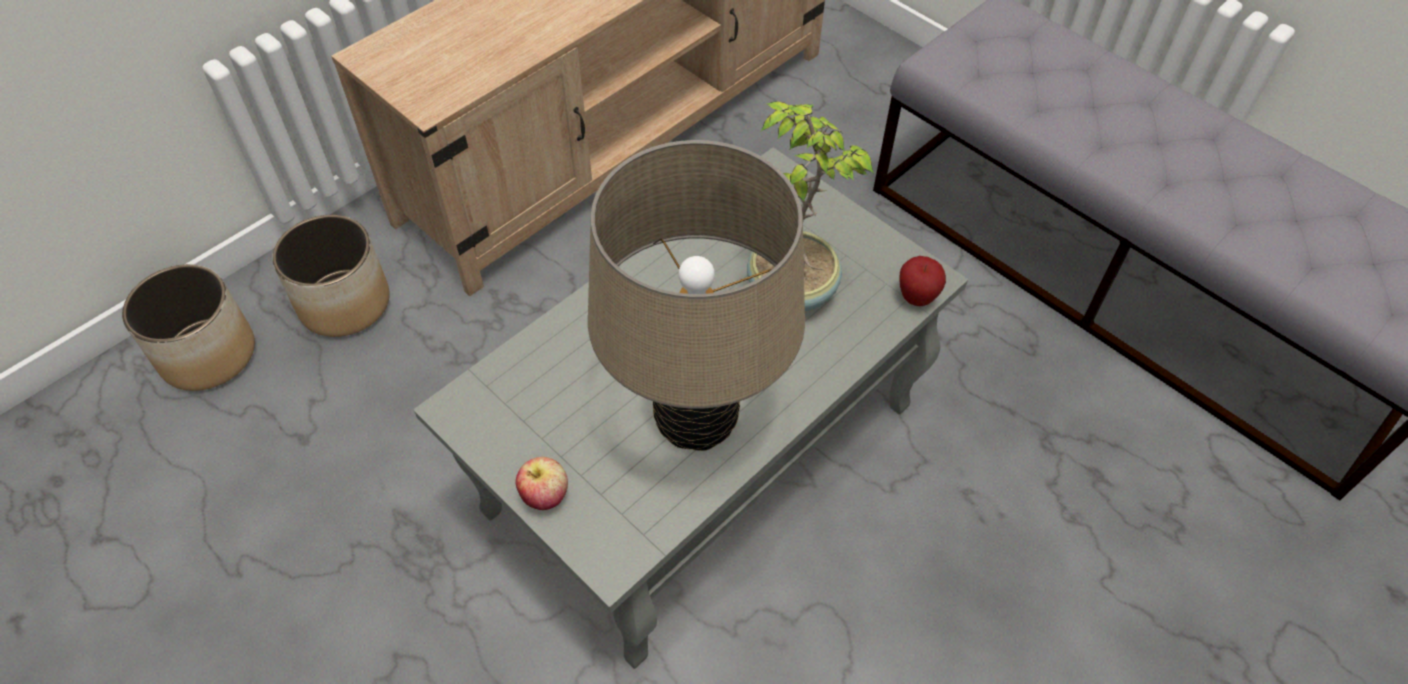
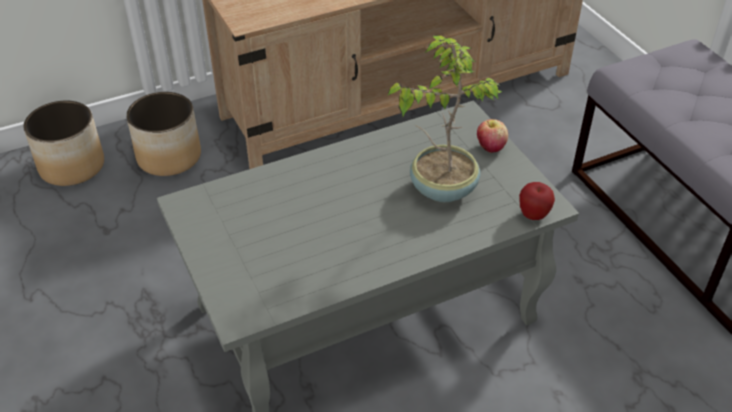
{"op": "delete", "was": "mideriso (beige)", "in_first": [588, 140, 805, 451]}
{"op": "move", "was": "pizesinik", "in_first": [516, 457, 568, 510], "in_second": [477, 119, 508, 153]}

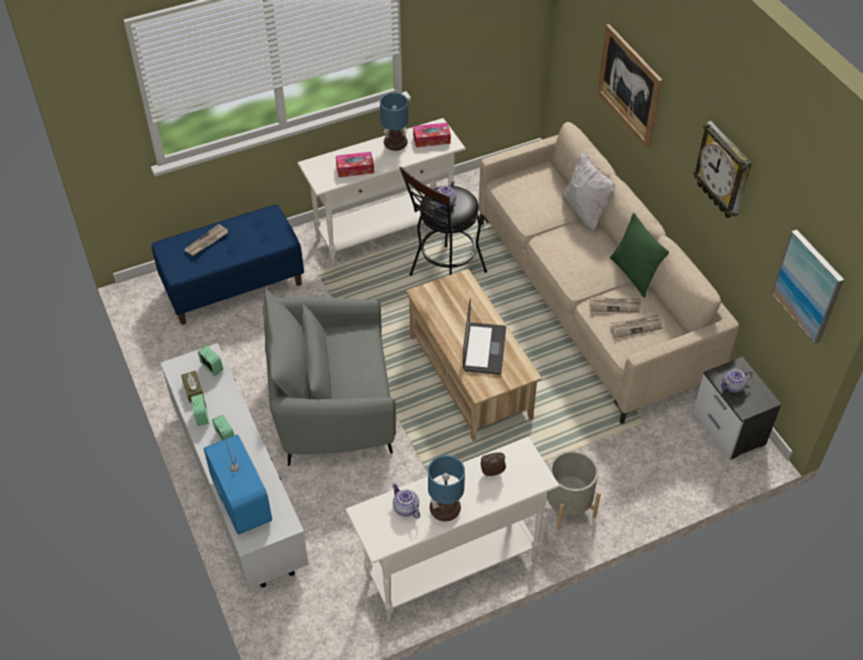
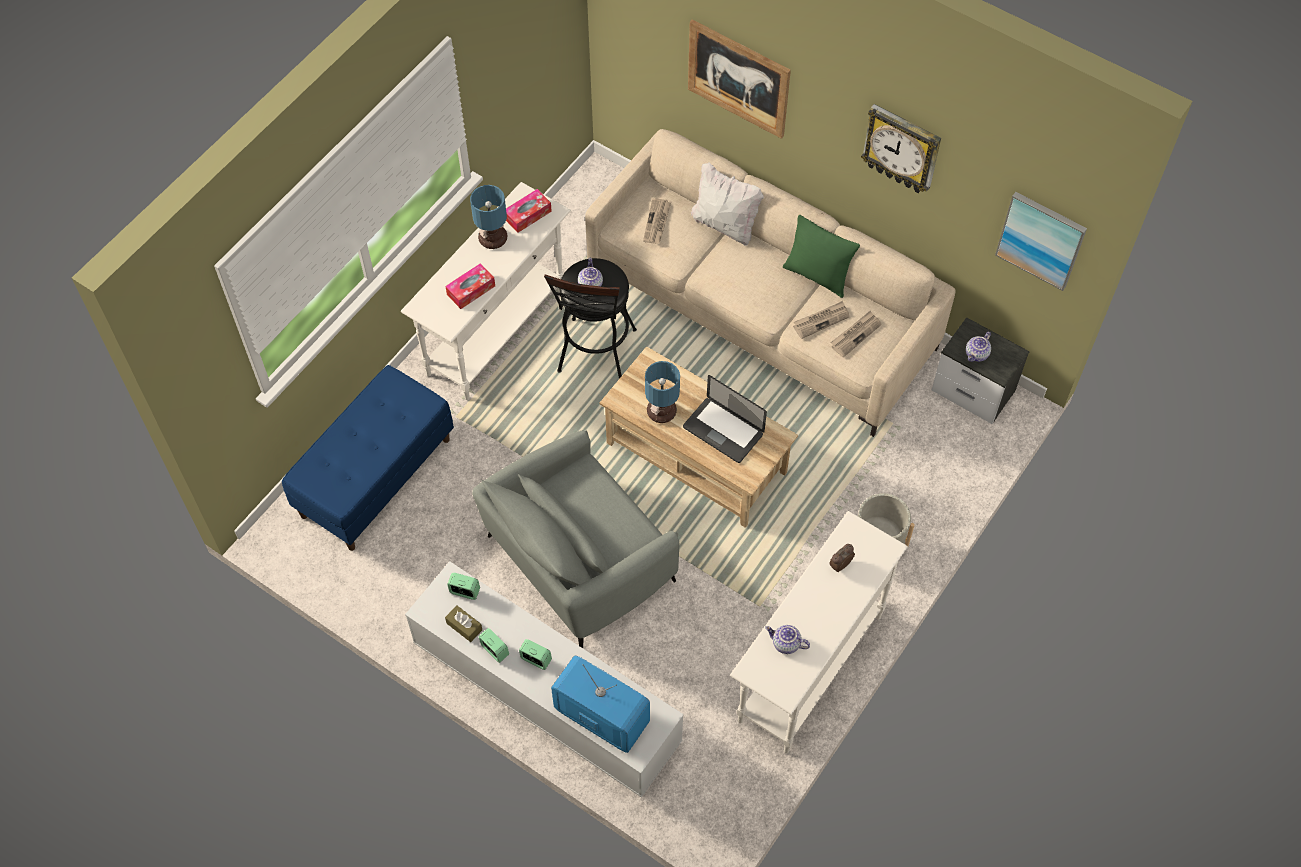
{"op": "move", "was": "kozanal", "in_first": [184, 224, 228, 256], "in_second": [643, 198, 671, 244]}
{"op": "rotate", "was": "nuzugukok", "in_first": [463, 298, 506, 375], "in_second": [683, 375, 767, 463], "clockwise": 150}
{"op": "move", "was": "mideriso", "in_first": [428, 455, 465, 522], "in_second": [645, 361, 680, 423]}

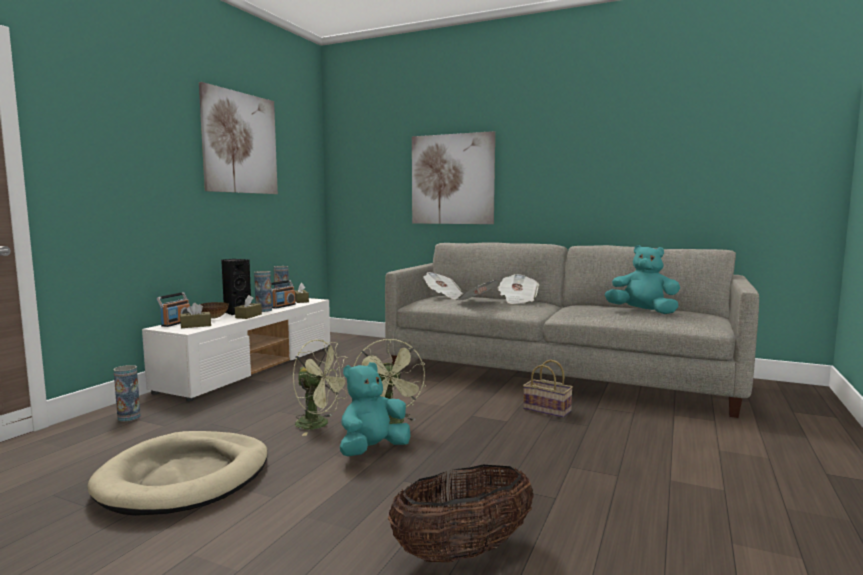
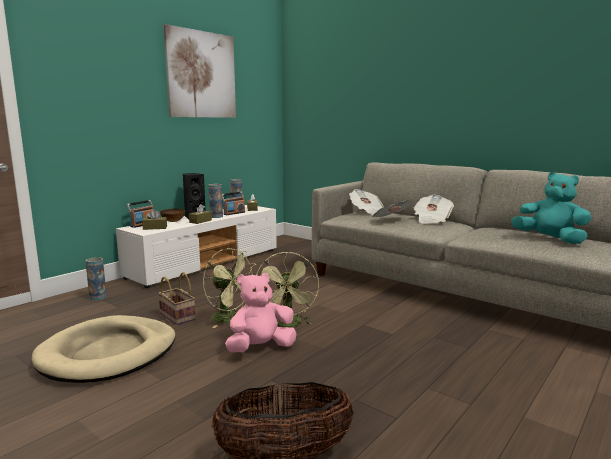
{"op": "delete", "was": "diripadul", "in_first": [412, 131, 495, 224]}
{"op": "move", "was": "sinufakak", "in_first": [523, 360, 573, 418], "in_second": [158, 272, 195, 325]}
{"op": "recolor", "was": "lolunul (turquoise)", "now": "lolunul (pink)", "in_first": [340, 362, 411, 456], "in_second": [225, 273, 296, 352]}

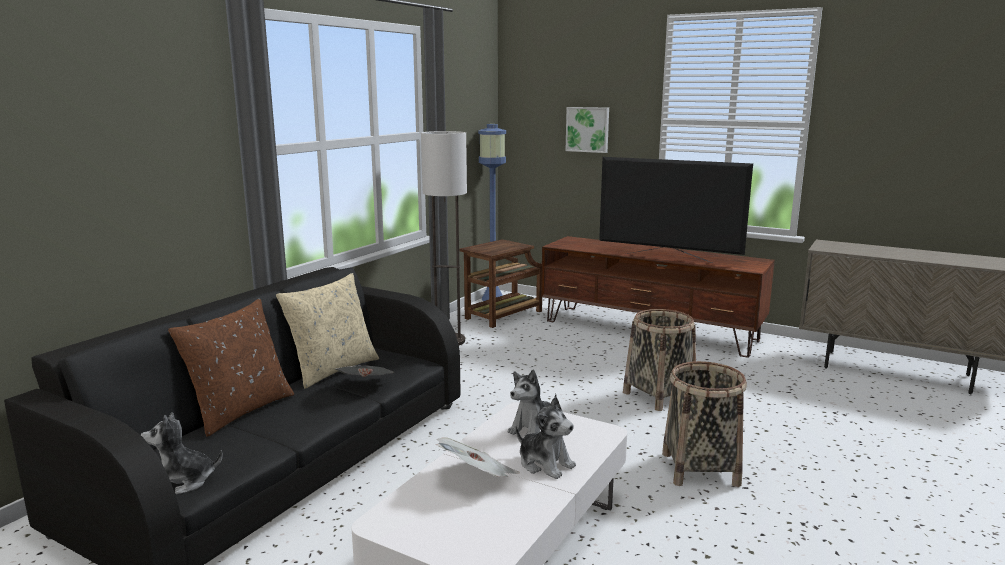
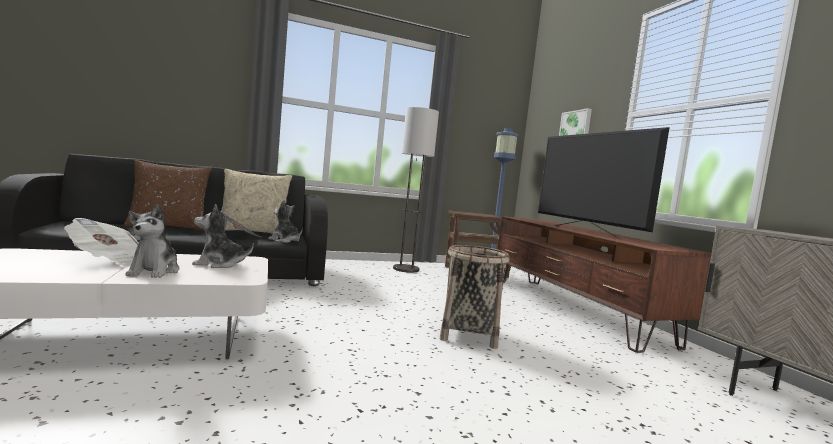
{"op": "delete", "was": "sinufakak", "in_first": [662, 361, 747, 487]}
{"op": "move", "was": "lolunul", "in_first": [141, 412, 223, 494], "in_second": [269, 200, 303, 243]}

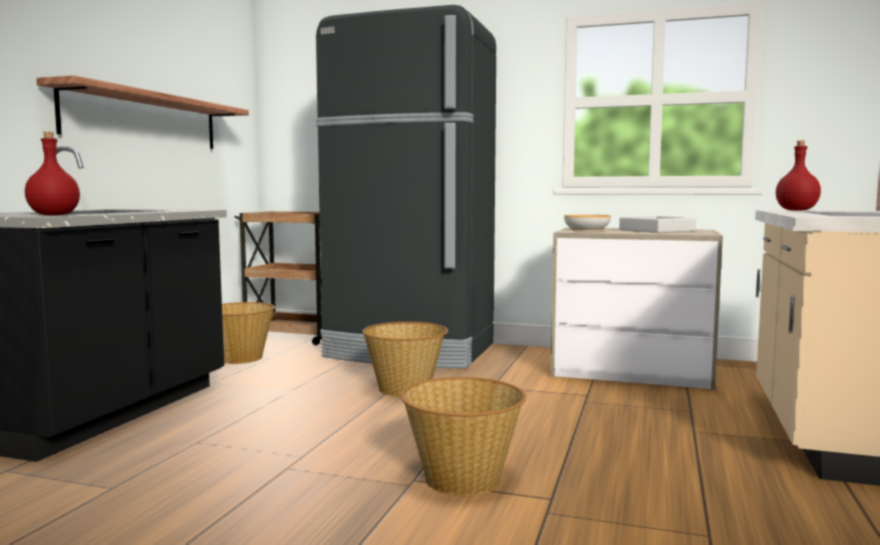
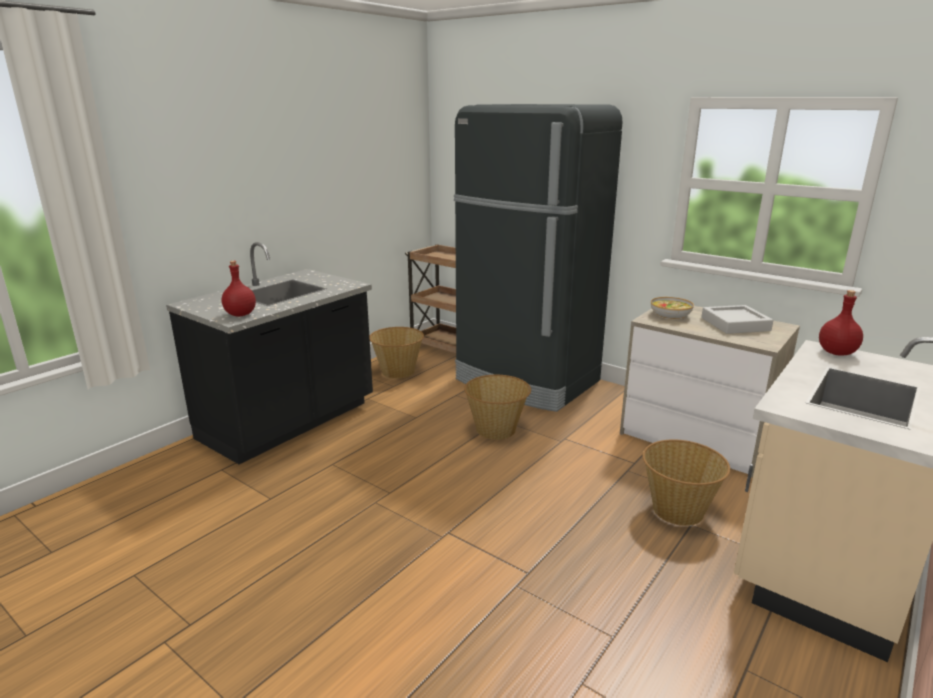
{"op": "delete", "was": "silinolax", "in_first": [36, 75, 249, 149]}
{"op": "move", "was": "sinufakak", "in_first": [401, 377, 526, 496], "in_second": [642, 440, 730, 526]}

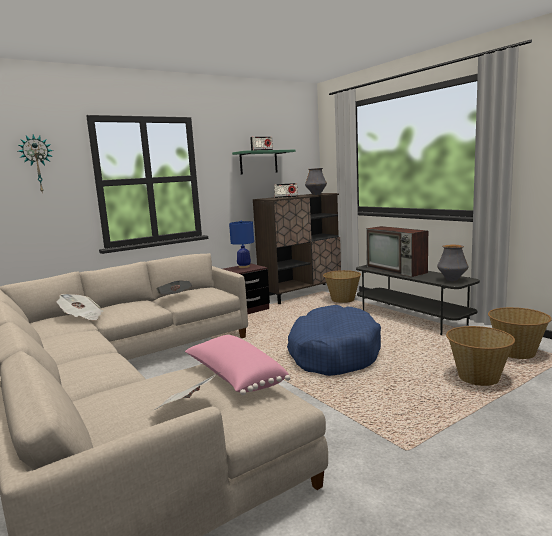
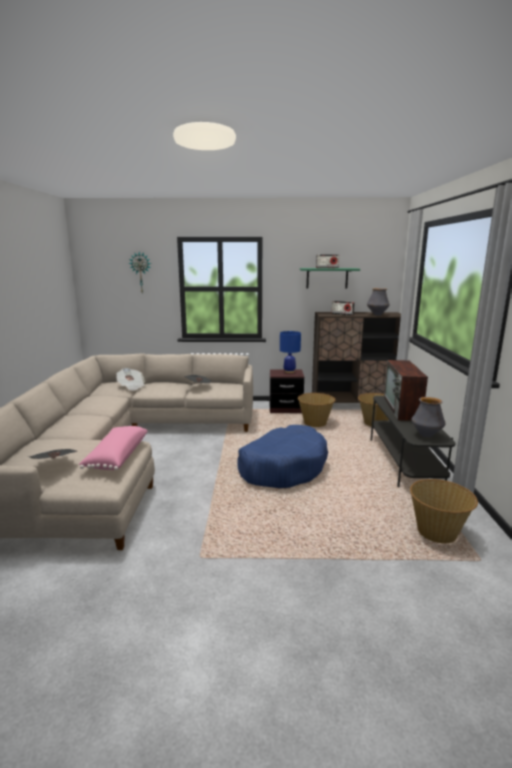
{"op": "move", "was": "sinufakak", "in_first": [446, 326, 515, 386], "in_second": [298, 393, 335, 427]}

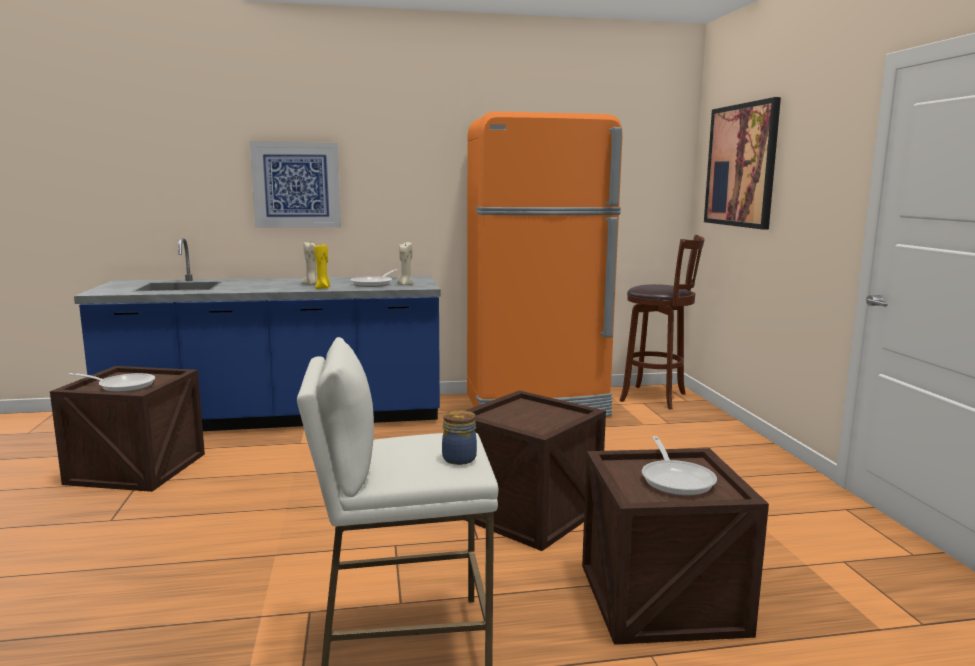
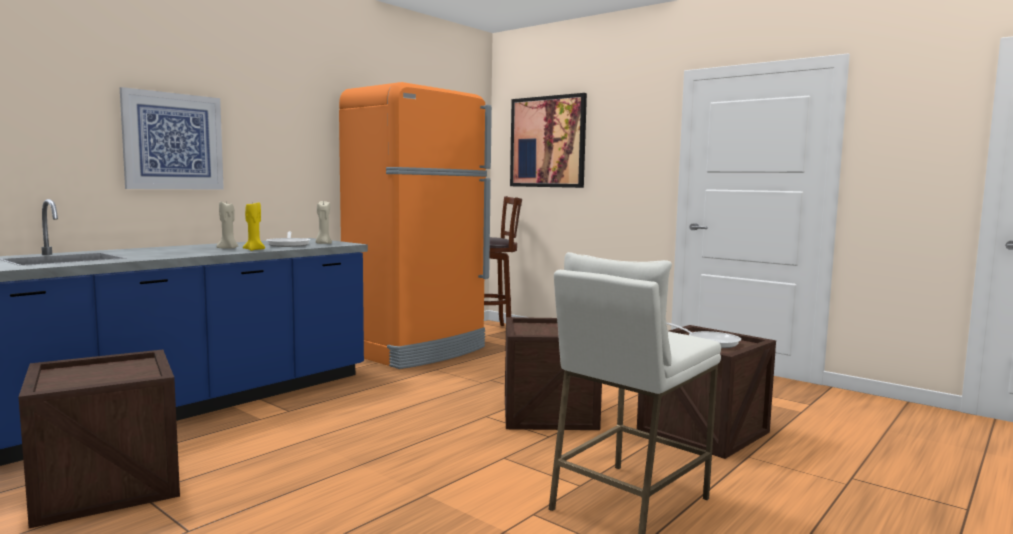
{"op": "delete", "was": "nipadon", "in_first": [69, 373, 155, 392]}
{"op": "delete", "was": "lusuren", "in_first": [442, 410, 477, 465]}

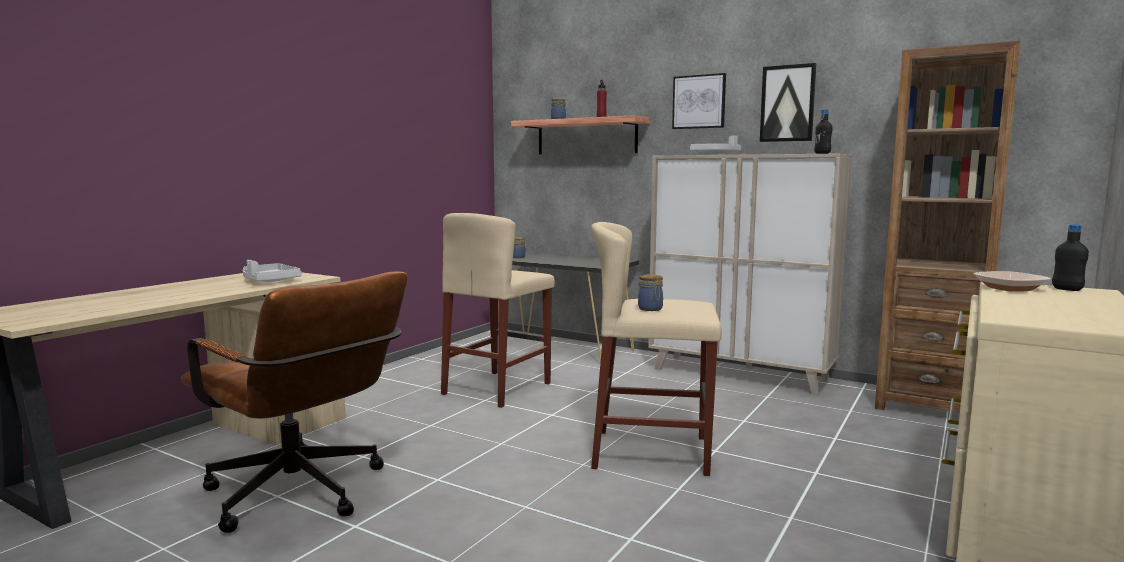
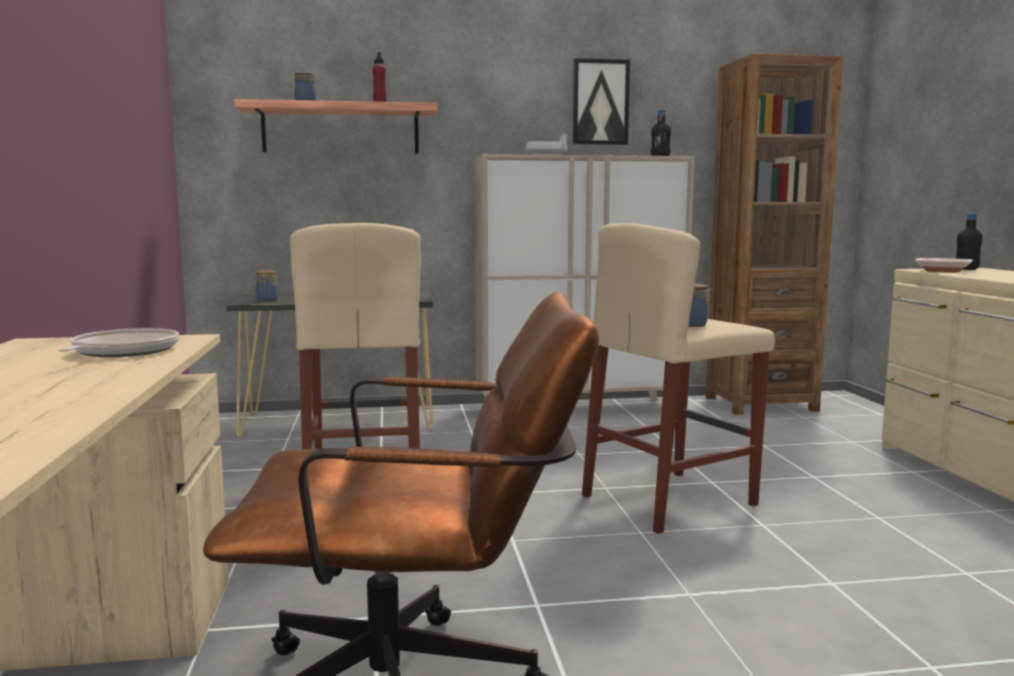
{"op": "delete", "was": "diripadul", "in_first": [672, 73, 726, 129]}
{"op": "replace", "was": "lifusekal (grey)", "now": "nipadon", "in_first": [243, 260, 302, 282], "in_second": [59, 328, 179, 357]}

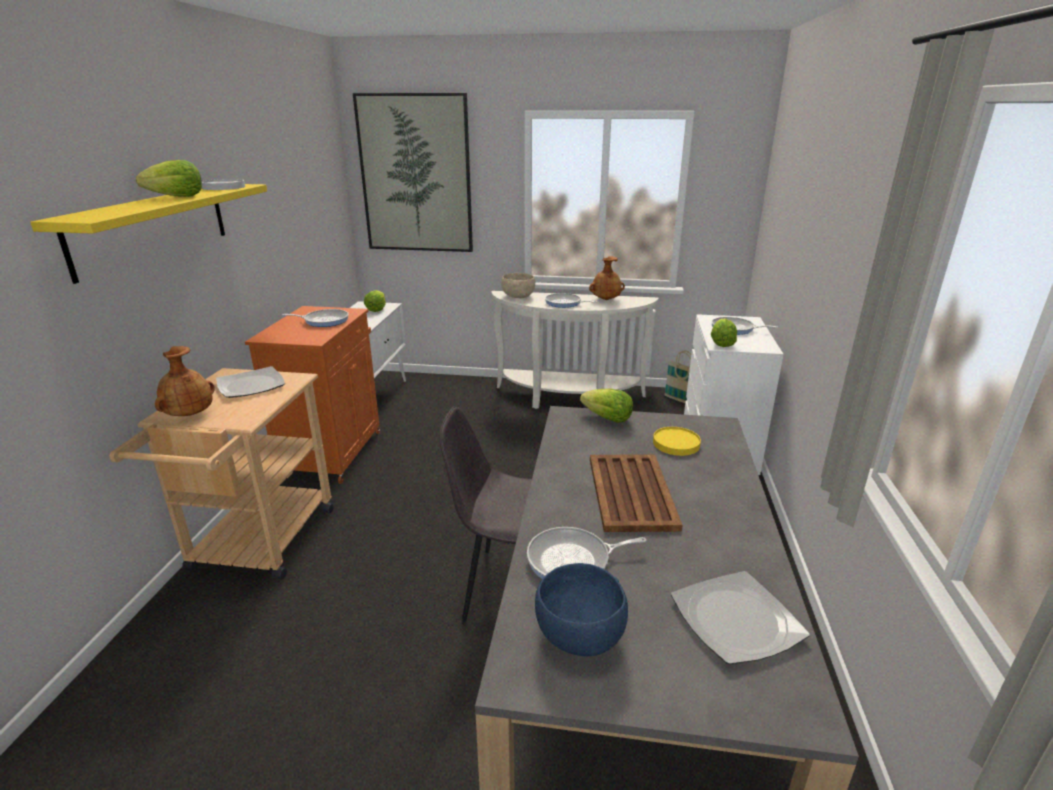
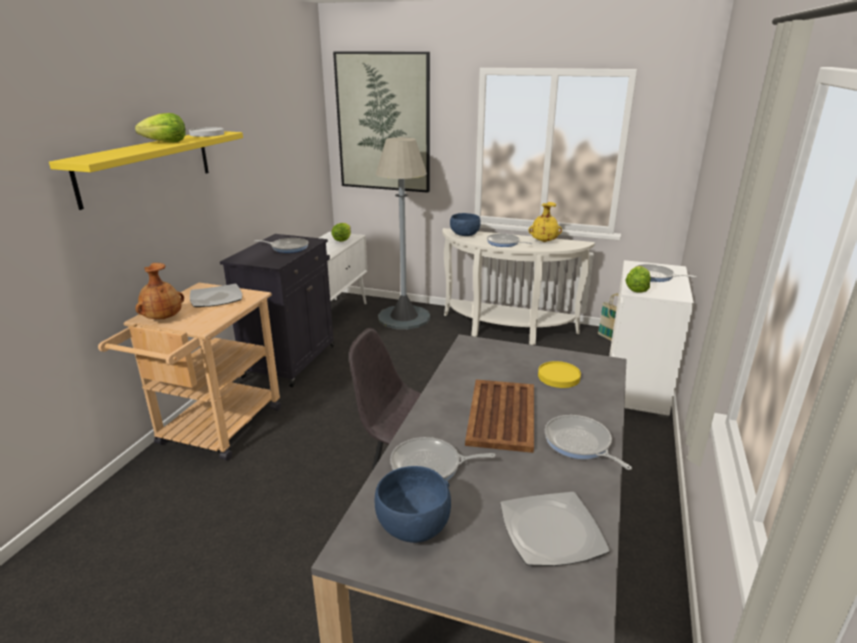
{"op": "recolor", "was": "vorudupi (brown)", "now": "vorudupi (yellow)", "in_first": [589, 256, 625, 300], "in_second": [528, 202, 562, 242]}
{"op": "recolor", "was": "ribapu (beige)", "now": "ribapu (blue)", "in_first": [501, 273, 535, 298], "in_second": [450, 213, 481, 236]}
{"op": "recolor", "was": "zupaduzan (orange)", "now": "zupaduzan (black)", "in_first": [245, 306, 380, 484], "in_second": [220, 234, 334, 387]}
{"op": "delete", "was": "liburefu", "in_first": [580, 389, 633, 423]}
{"op": "insert", "now": "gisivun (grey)", "in_second": [376, 137, 431, 329]}
{"op": "insert", "now": "nipadon", "in_second": [545, 415, 632, 470]}

